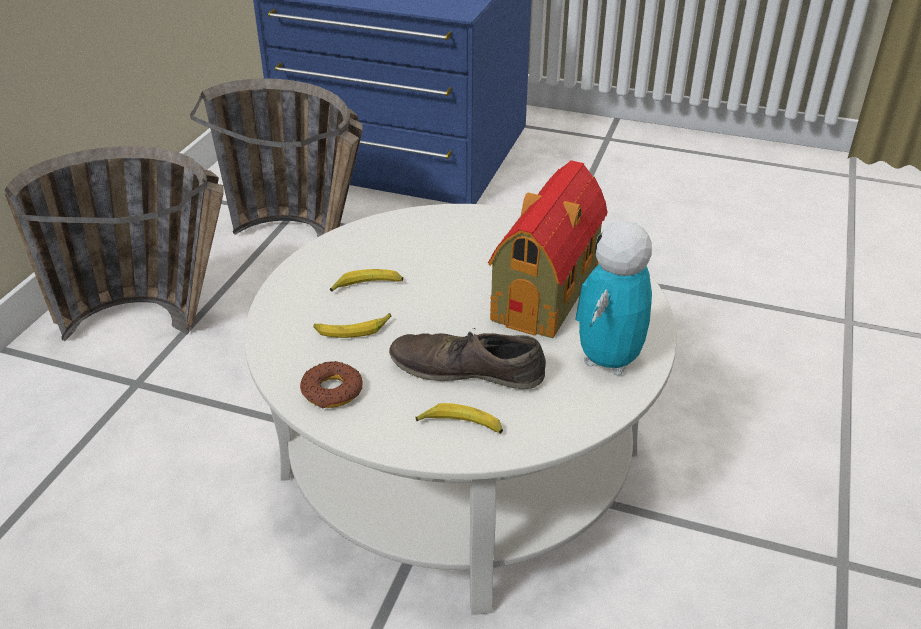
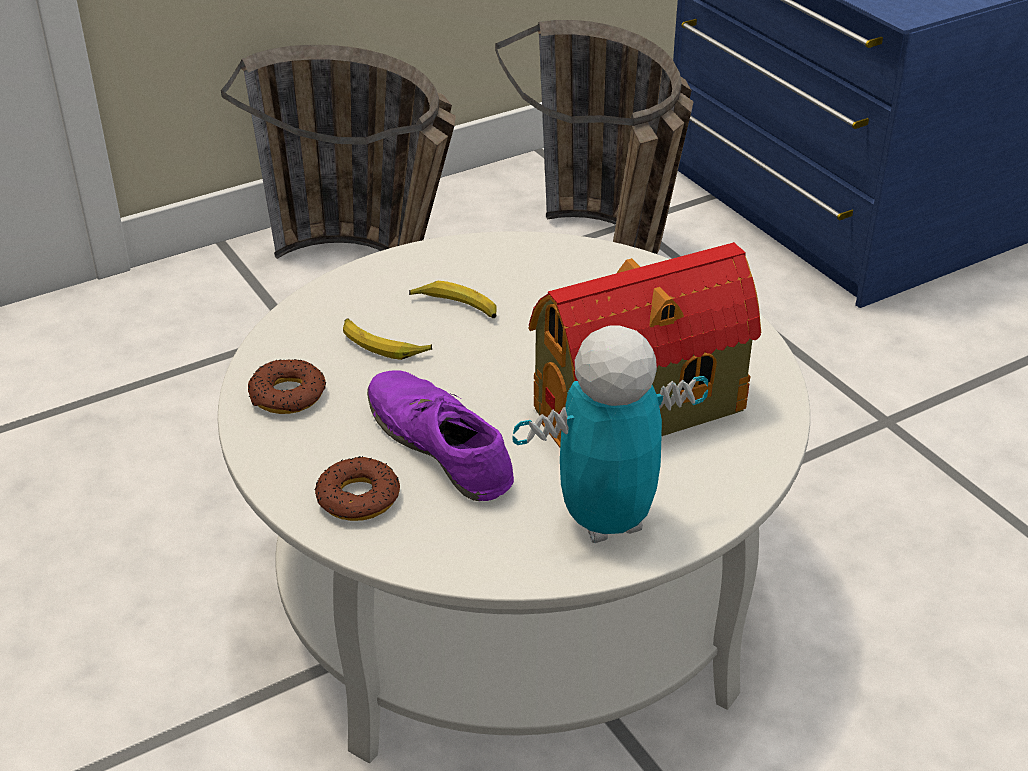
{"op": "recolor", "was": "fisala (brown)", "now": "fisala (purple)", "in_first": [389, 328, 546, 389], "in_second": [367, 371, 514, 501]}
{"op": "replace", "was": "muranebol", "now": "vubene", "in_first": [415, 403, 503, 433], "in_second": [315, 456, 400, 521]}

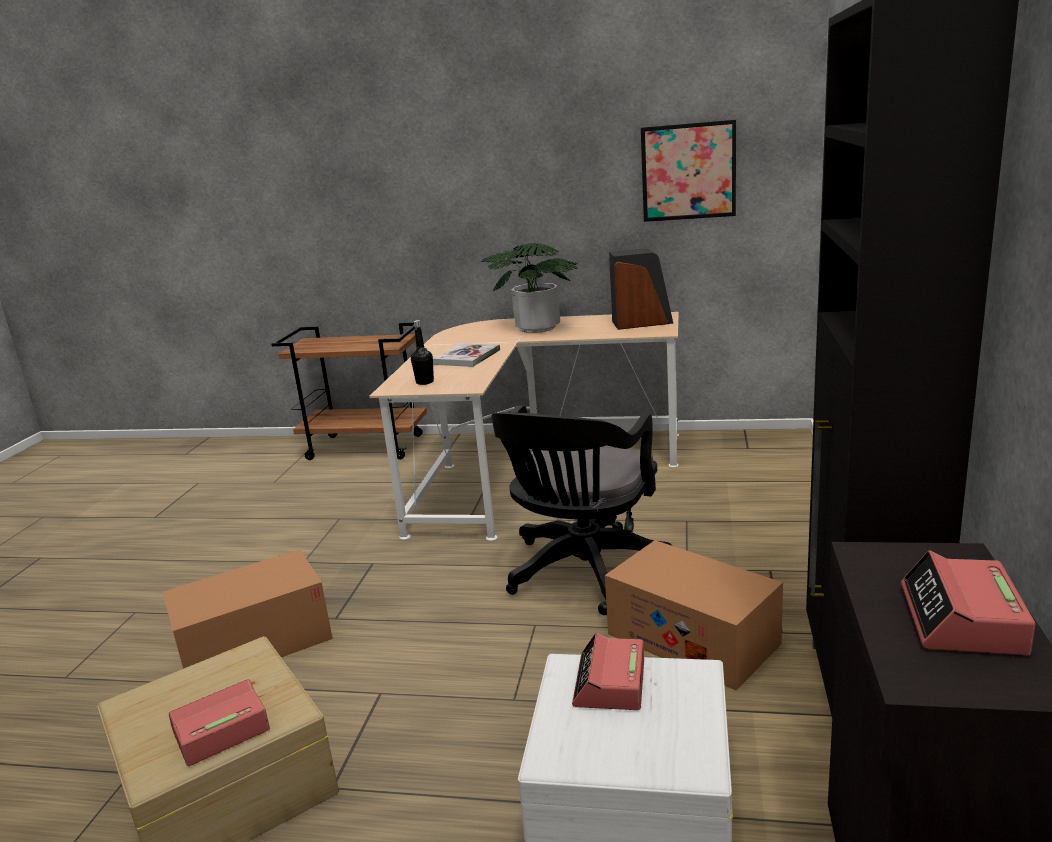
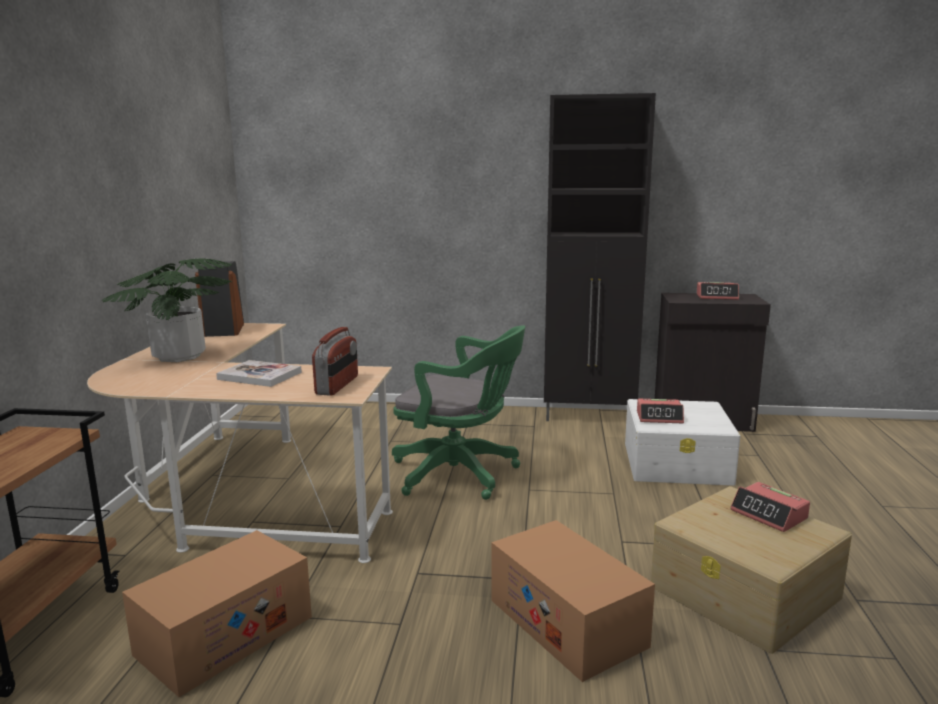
{"op": "delete", "was": "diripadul", "in_first": [641, 120, 736, 222]}
{"op": "replace", "was": "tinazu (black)", "now": "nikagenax", "in_first": [411, 320, 434, 385], "in_second": [312, 327, 358, 396]}
{"op": "recolor", "was": "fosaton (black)", "now": "fosaton (green)", "in_first": [491, 405, 672, 615], "in_second": [392, 325, 525, 500]}
{"op": "move", "was": "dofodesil", "in_first": [605, 540, 783, 691], "in_second": [122, 530, 312, 697]}

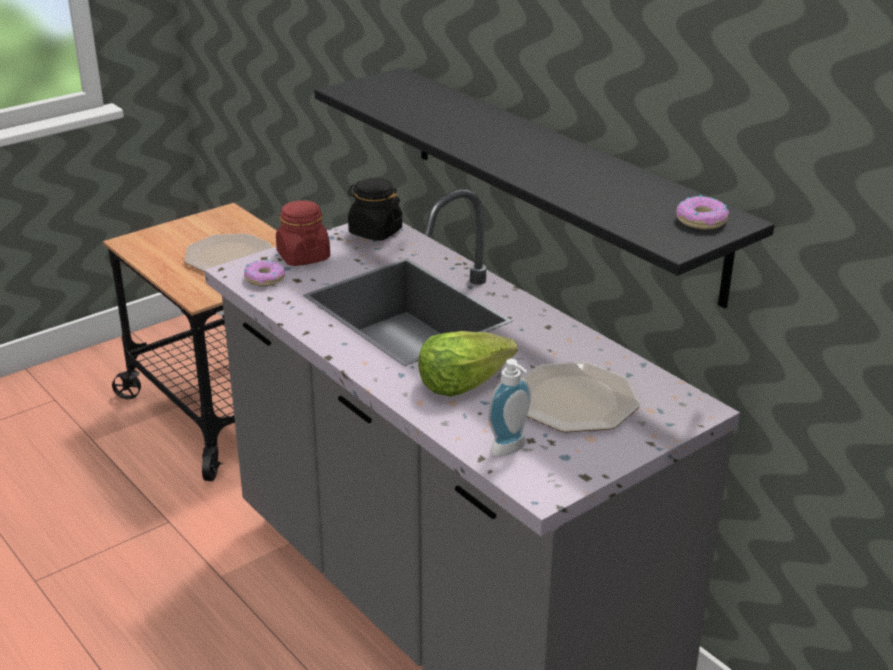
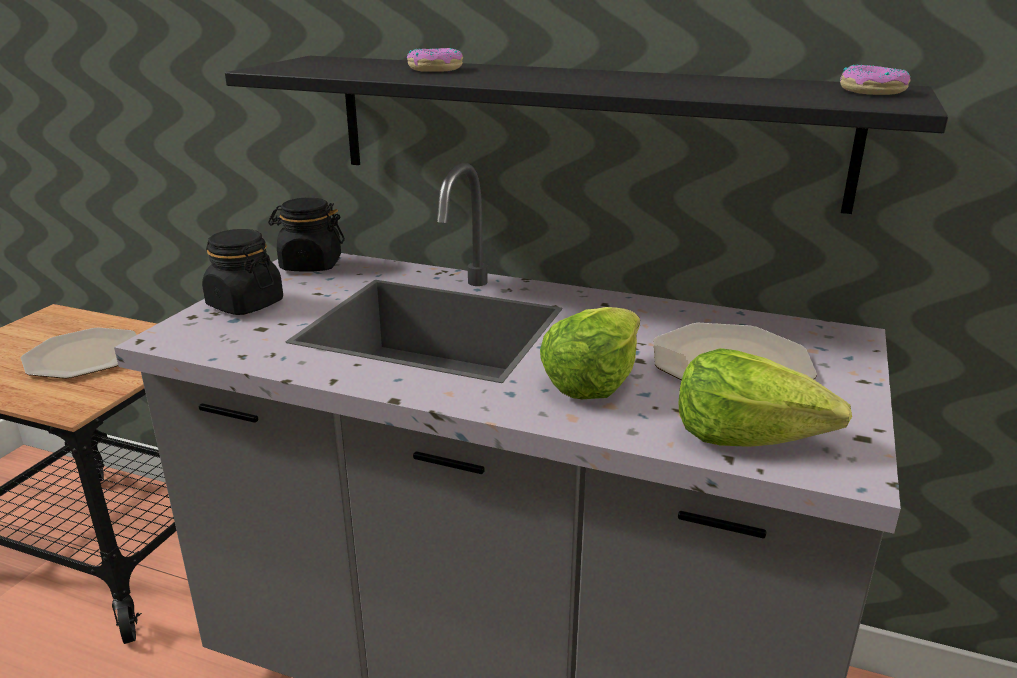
{"op": "recolor", "was": "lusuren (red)", "now": "lusuren (black)", "in_first": [276, 200, 330, 266], "in_second": [202, 229, 283, 315]}
{"op": "move", "was": "vubene", "in_first": [244, 260, 285, 287], "in_second": [407, 48, 463, 72]}
{"op": "replace", "was": "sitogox", "now": "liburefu", "in_first": [488, 359, 531, 457], "in_second": [679, 348, 852, 447]}

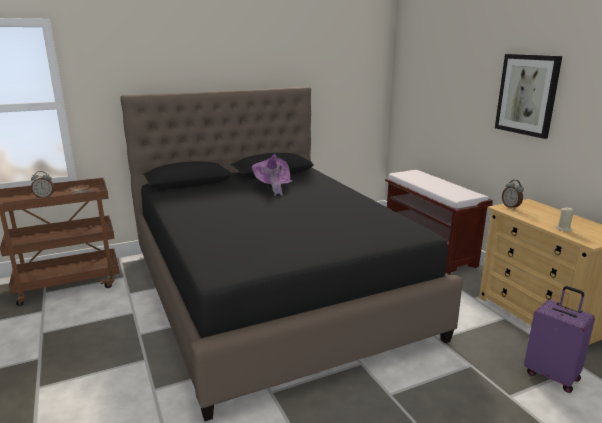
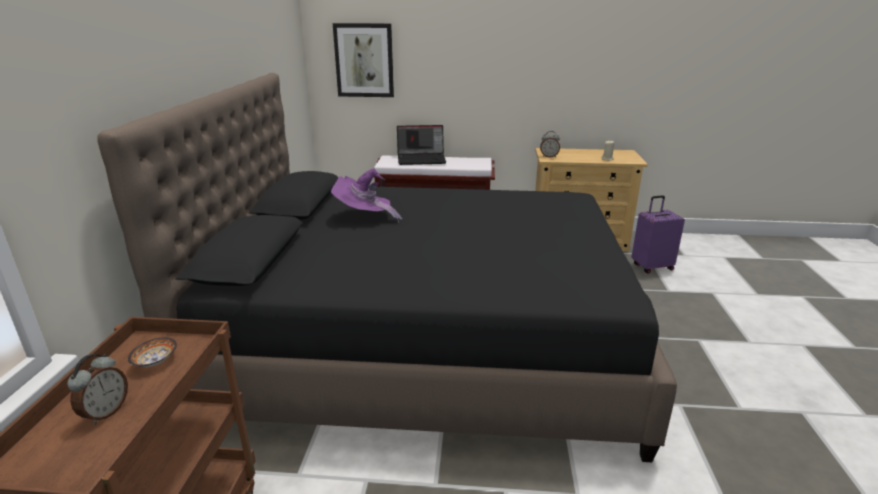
{"op": "move", "was": "diripadul", "in_first": [495, 54, 562, 139], "in_second": [333, 23, 394, 97]}
{"op": "insert", "now": "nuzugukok", "in_second": [397, 125, 446, 165]}

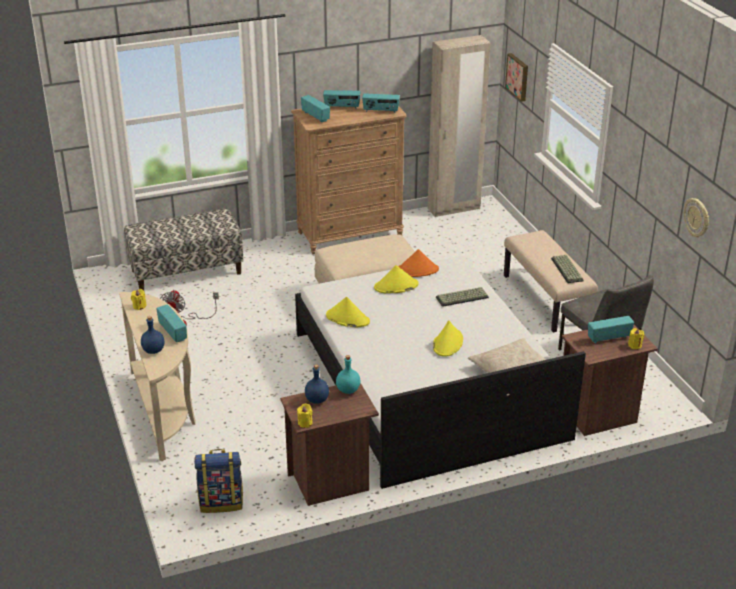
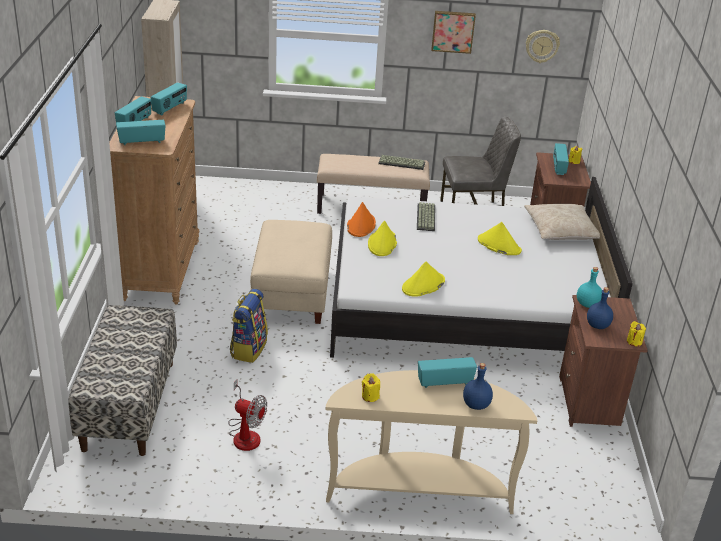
{"op": "move", "was": "diripadul", "in_first": [505, 53, 528, 102], "in_second": [431, 11, 476, 54]}
{"op": "move", "was": "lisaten", "in_first": [194, 449, 243, 513], "in_second": [230, 289, 268, 363]}

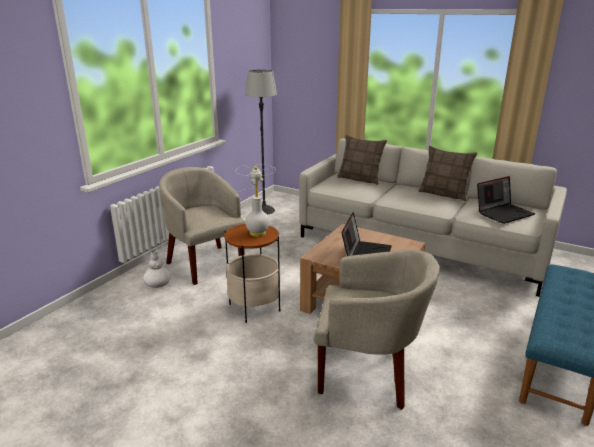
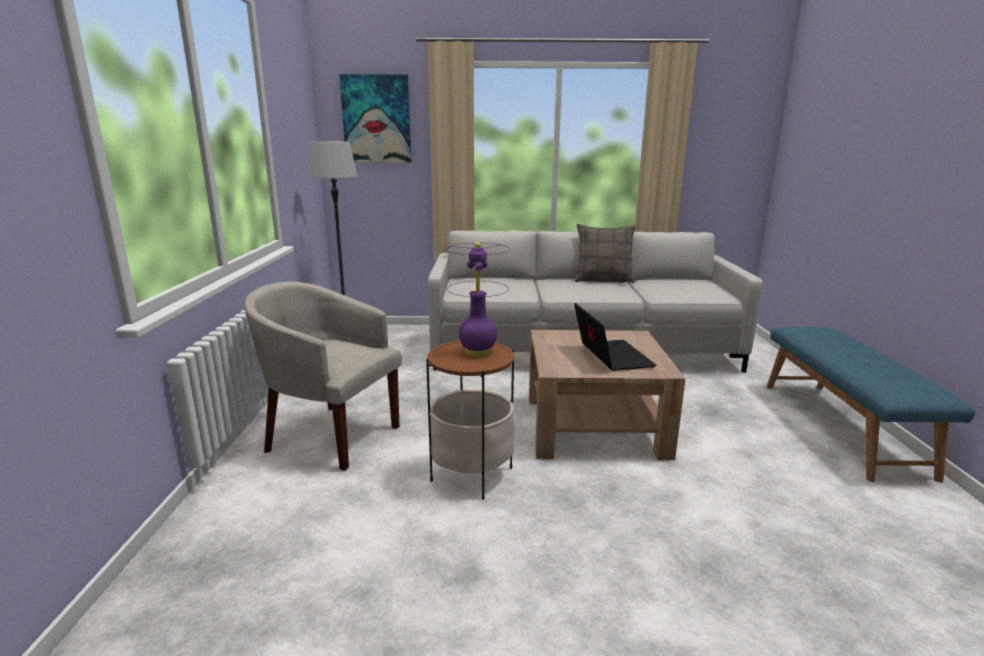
{"op": "delete", "was": "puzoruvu", "in_first": [337, 135, 387, 185]}
{"op": "recolor", "was": "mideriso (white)", "now": "mideriso (purple)", "in_first": [236, 164, 276, 237], "in_second": [446, 242, 510, 357]}
{"op": "delete", "was": "nuzugukok", "in_first": [477, 176, 535, 224]}
{"op": "delete", "was": "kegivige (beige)", "in_first": [314, 249, 440, 410]}
{"op": "delete", "was": "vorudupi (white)", "in_first": [143, 250, 171, 288]}
{"op": "insert", "now": "diripadul", "in_second": [339, 74, 411, 163]}

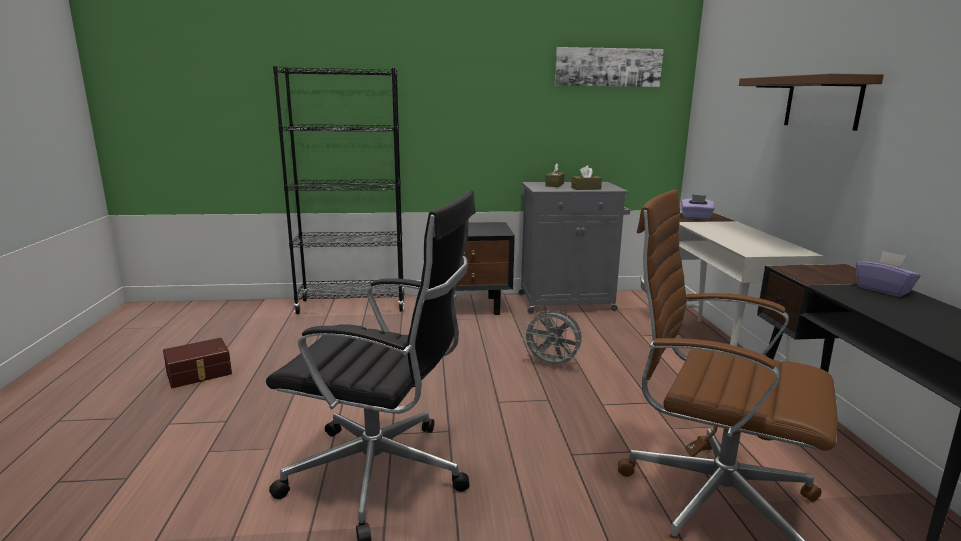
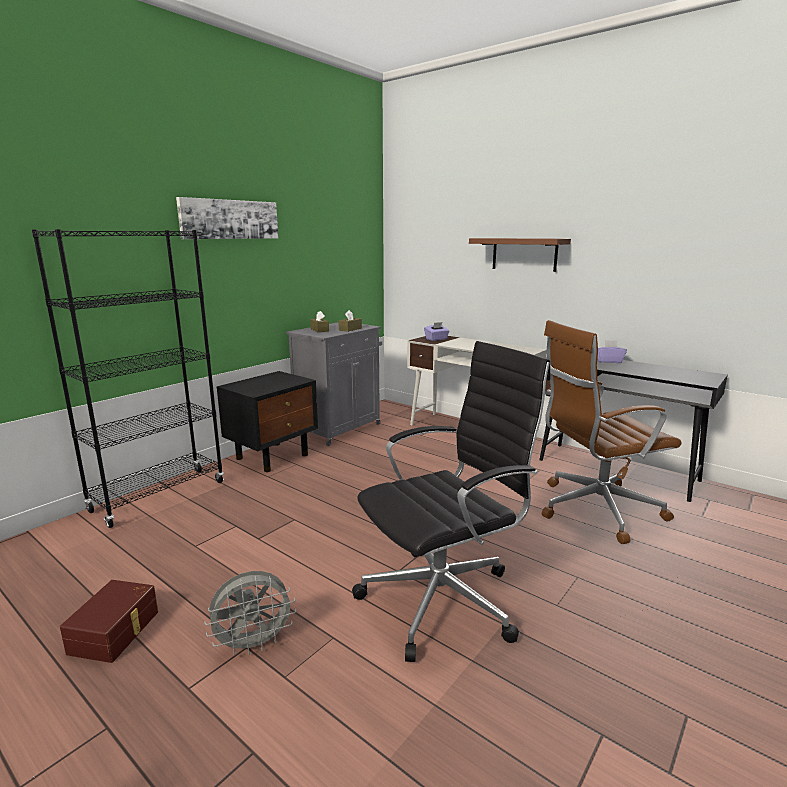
{"op": "move", "was": "diripadul", "in_first": [555, 47, 664, 87], "in_second": [176, 197, 278, 239]}
{"op": "move", "was": "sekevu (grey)", "in_first": [522, 310, 583, 369], "in_second": [204, 571, 296, 656]}

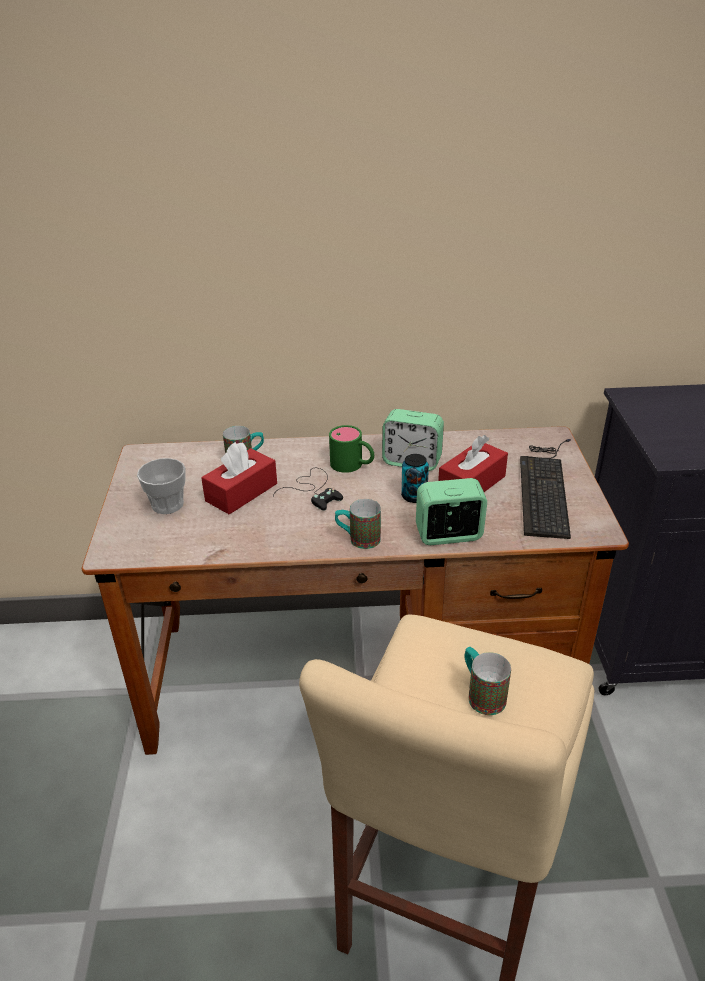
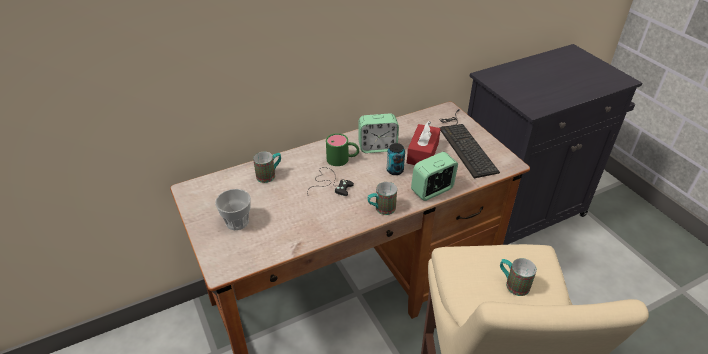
{"op": "delete", "was": "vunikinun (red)", "in_first": [201, 442, 277, 515]}

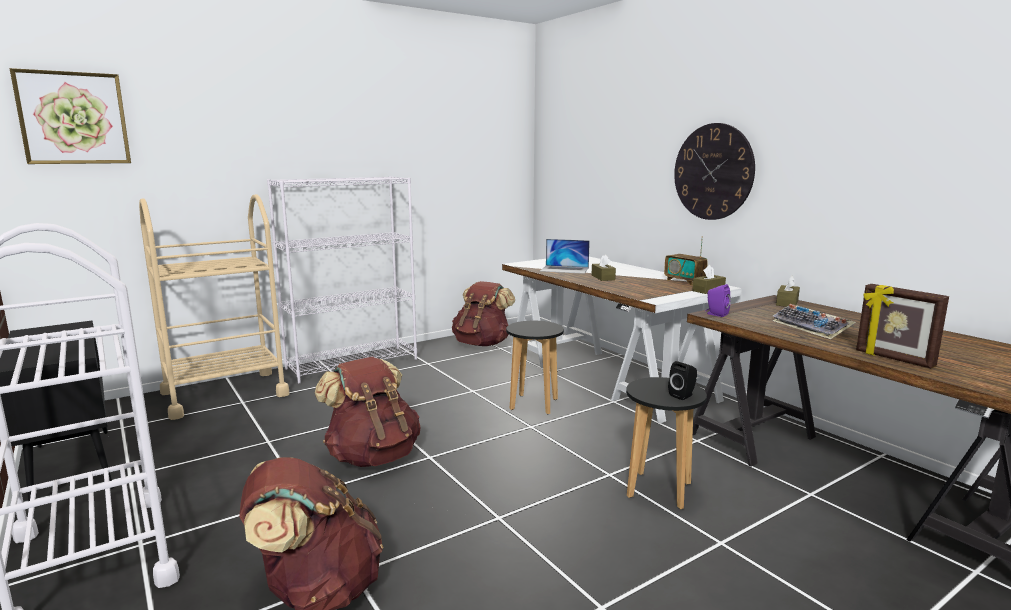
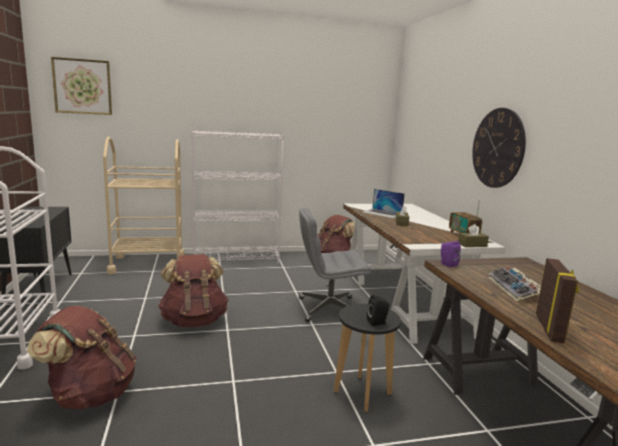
{"op": "delete", "was": "vunikinun (brown)", "in_first": [776, 276, 800, 307]}
{"op": "rotate", "was": "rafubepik", "in_first": [856, 284, 949, 369], "in_second": [536, 258, 579, 344], "clockwise": -150}
{"op": "replace", "was": "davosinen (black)", "now": "fosaton (grey)", "in_first": [506, 321, 564, 414], "in_second": [299, 208, 371, 322]}

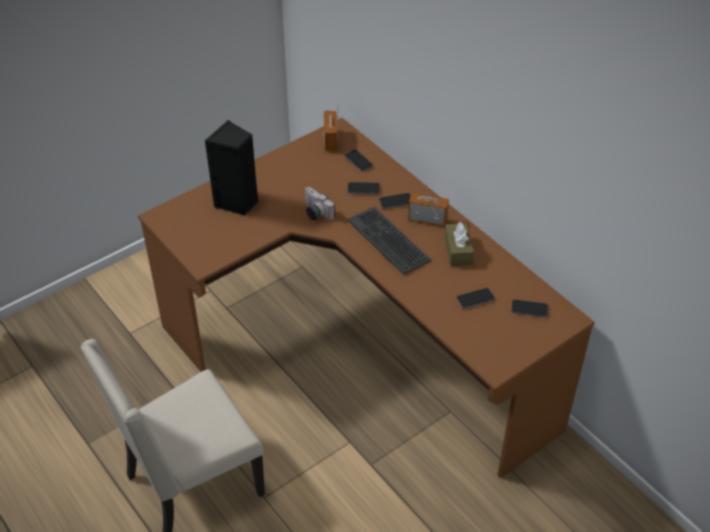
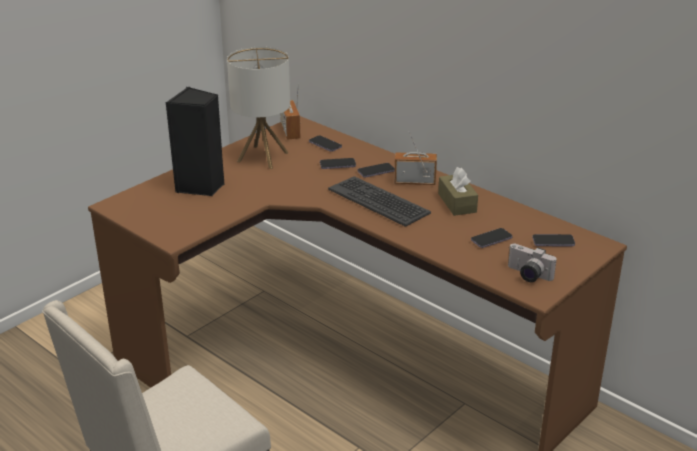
{"op": "move", "was": "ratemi", "in_first": [304, 187, 335, 220], "in_second": [508, 244, 556, 282]}
{"op": "insert", "now": "mideriso", "in_second": [227, 47, 290, 169]}

